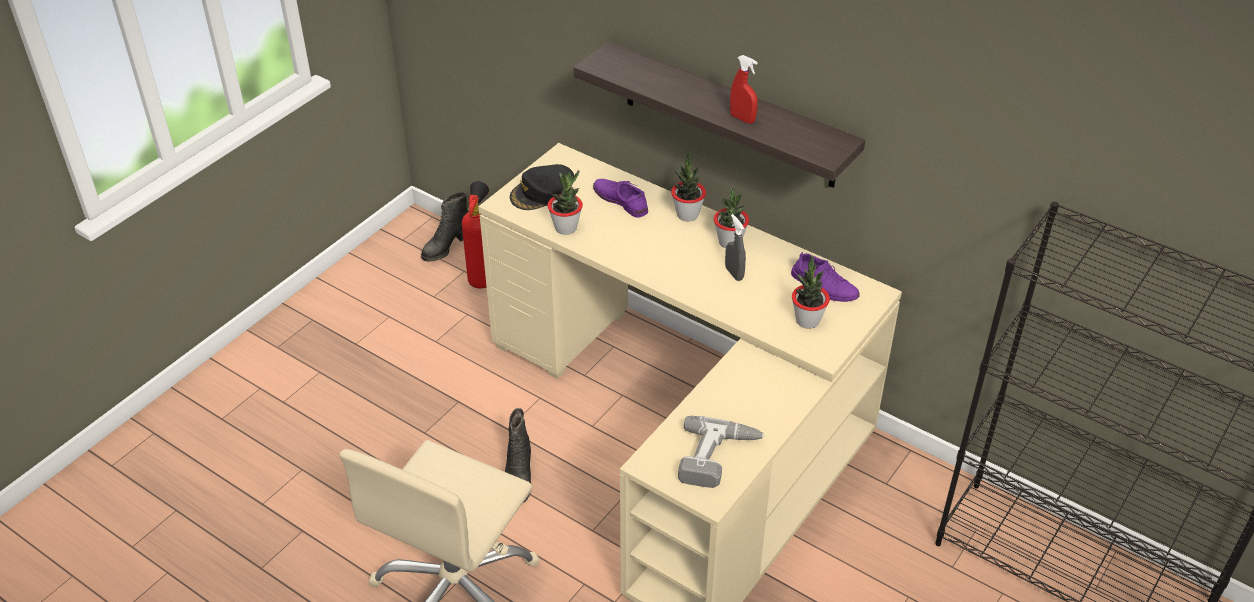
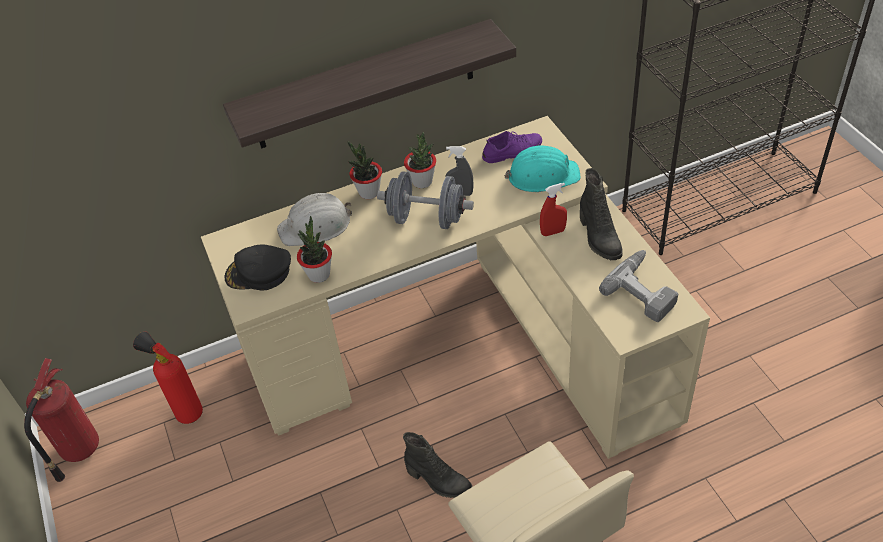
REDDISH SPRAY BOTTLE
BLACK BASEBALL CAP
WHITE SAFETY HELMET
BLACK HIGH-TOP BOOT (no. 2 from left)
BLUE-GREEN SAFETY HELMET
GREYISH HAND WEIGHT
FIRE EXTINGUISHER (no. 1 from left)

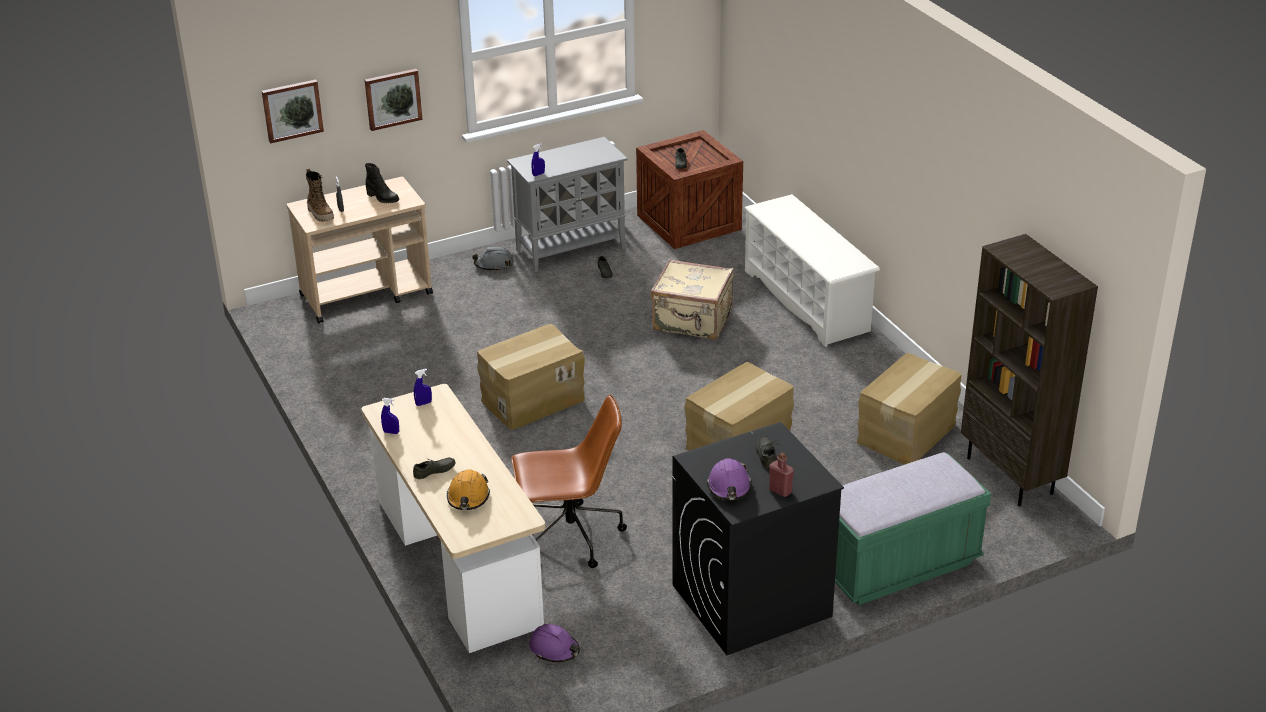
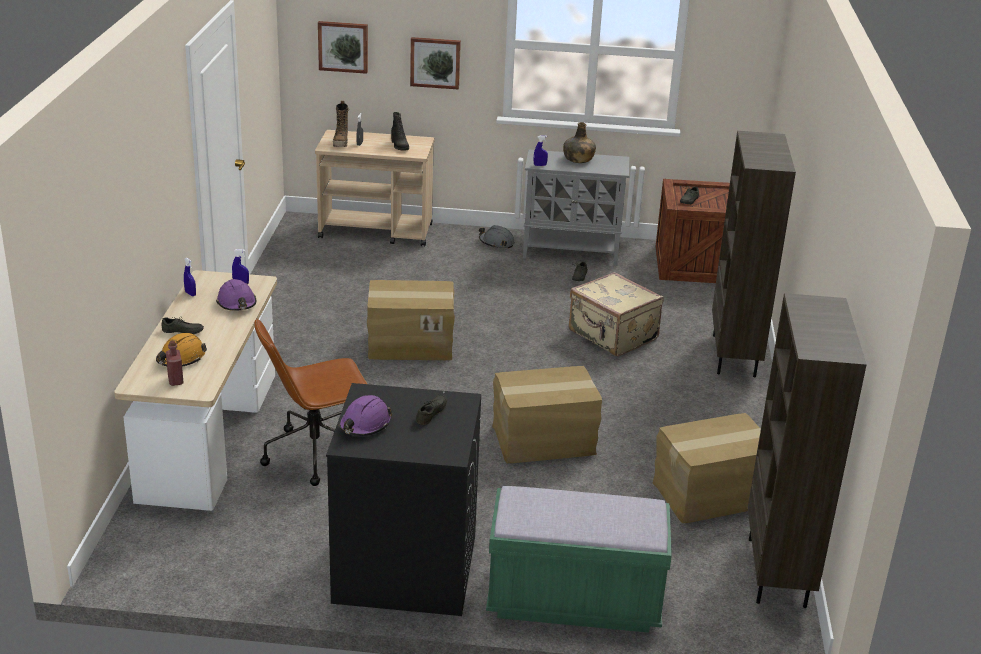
BROWNISH BOOKCASE (no. 1 from left)
BROWNISH COMPUTER CHAIR
REDDISH BOTTLE
PURPLE-COLOURED SAFETY HELMET (no. 1 from left)
GREENISH BOTTLE

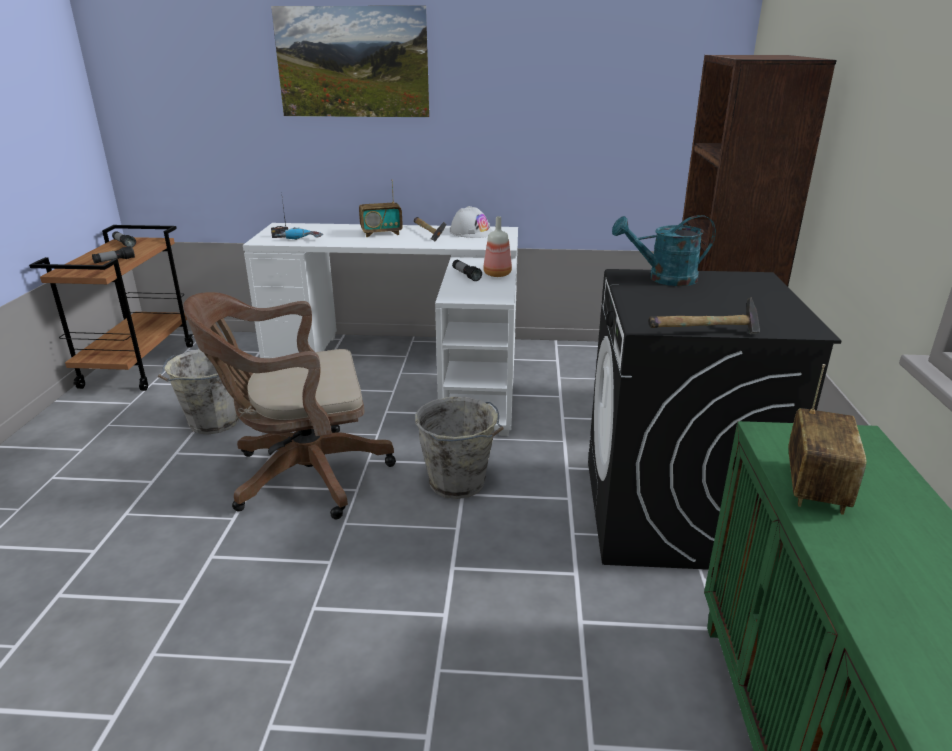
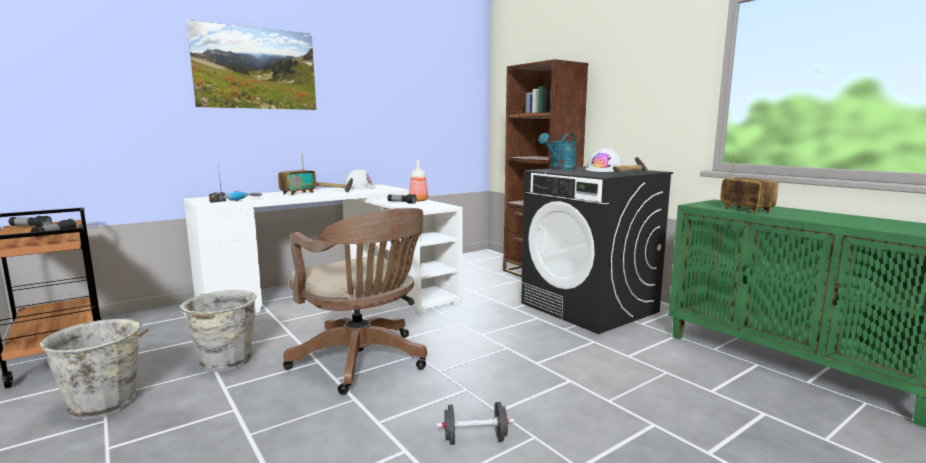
BROWNISH COMPUTER CHAIR
GREYISH WATER BUCKET (no. 1 from left)
WHITE SAFETY HELMET (no. 2 from left)
BLACK HAND WEIGHT

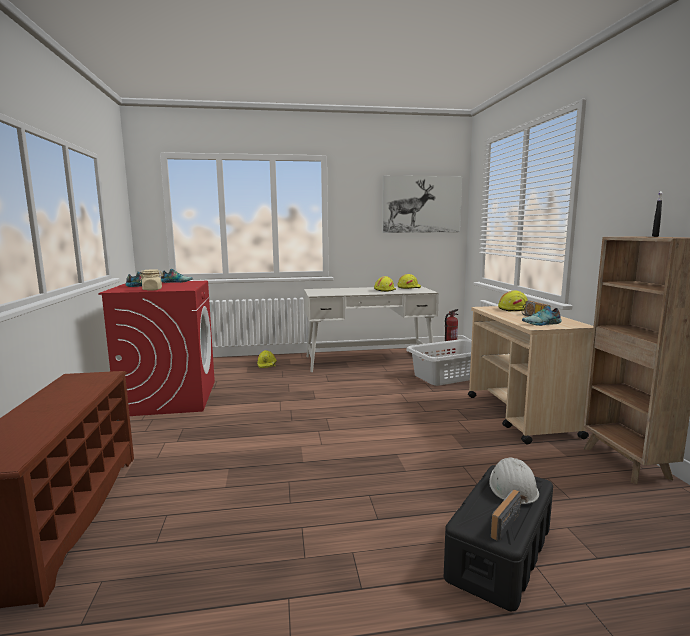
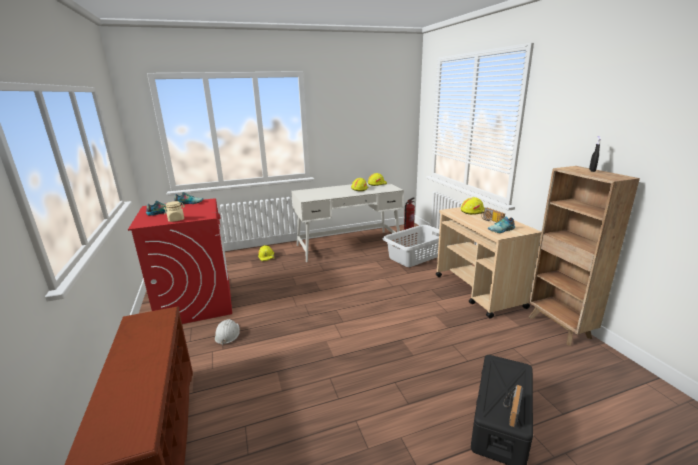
PICTURE
WHITE SAFETY HELMET

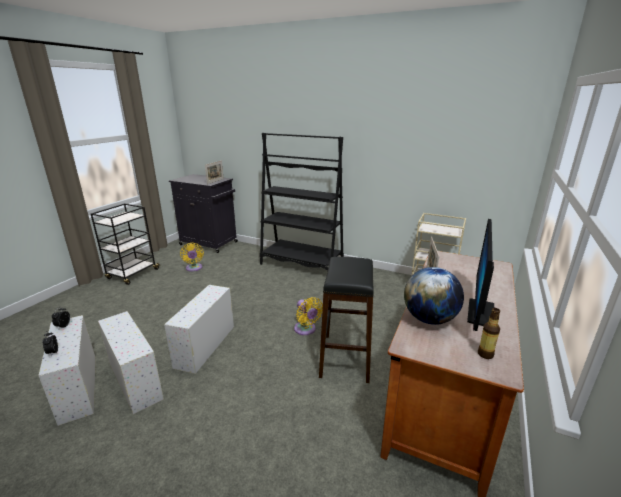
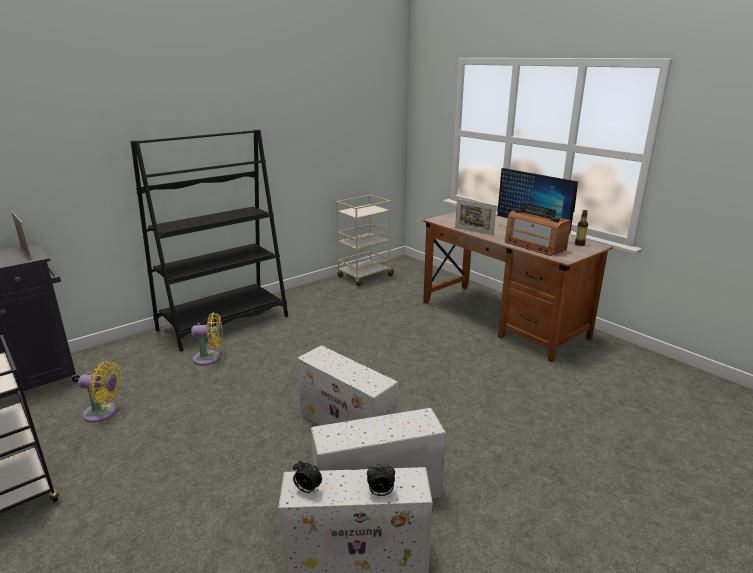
BLACK SITTING STOOL
RADIO
YELLOWISH ELECTRIC FAN (no. 2 from left)

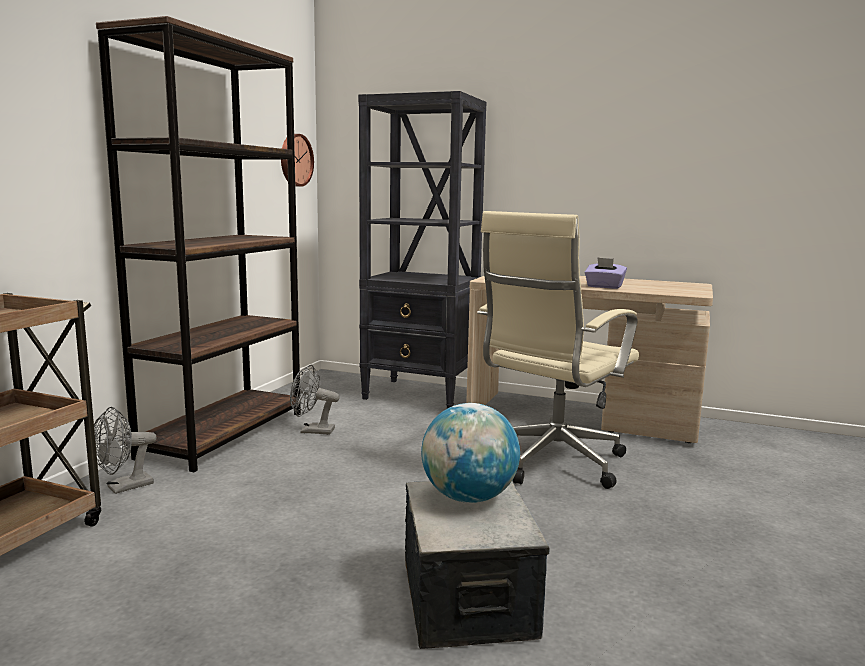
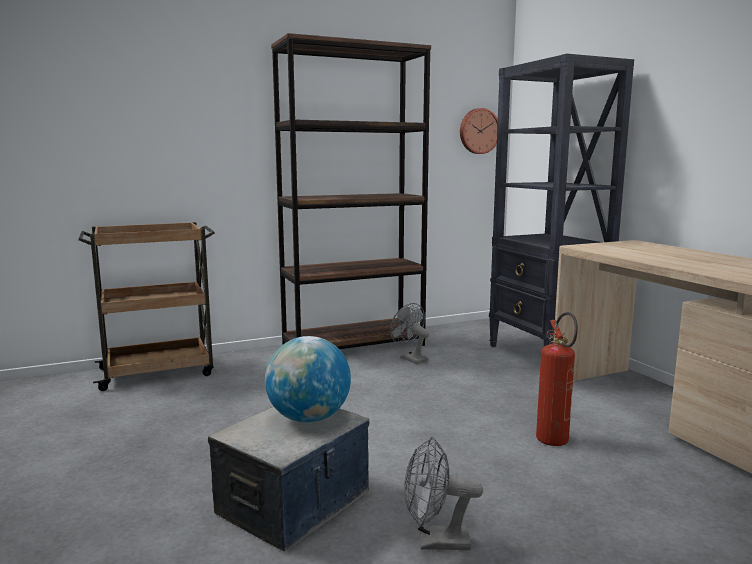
FIRE EXTINGUISHER
PURPLE-COLOURED TISSUE BOX
GREYISH ELECTRIC FAN (no. 2 from left)

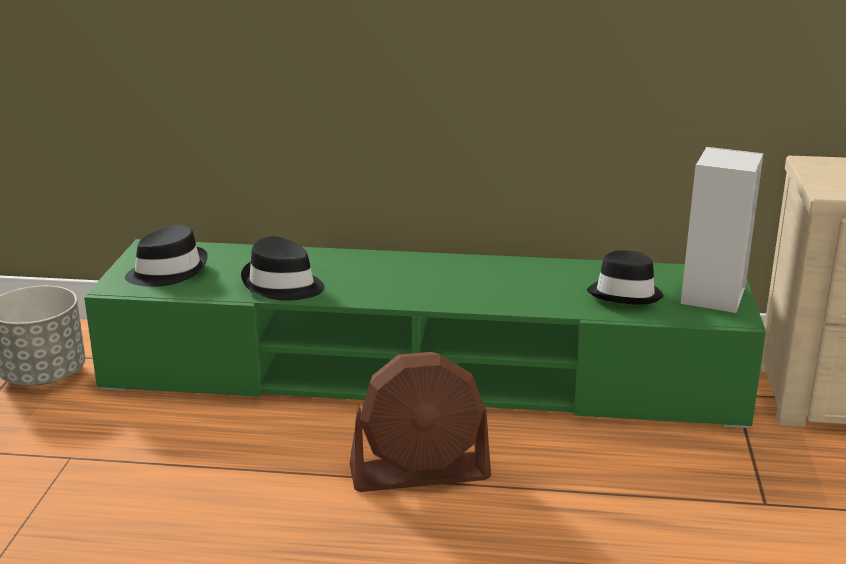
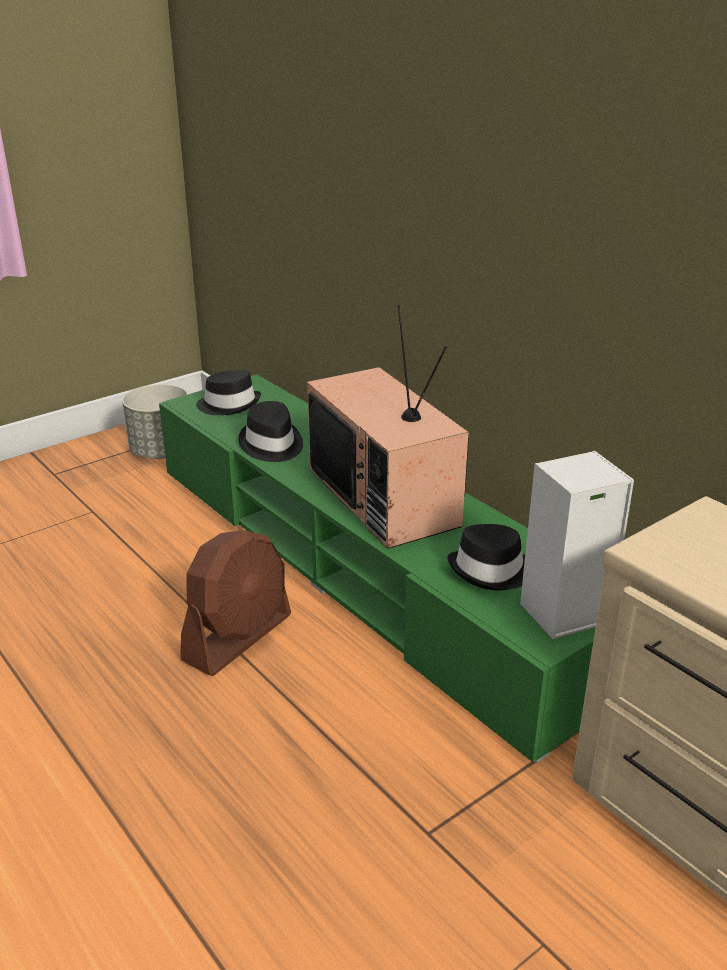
BROWNISH ELECTRIC FAN
TV SET

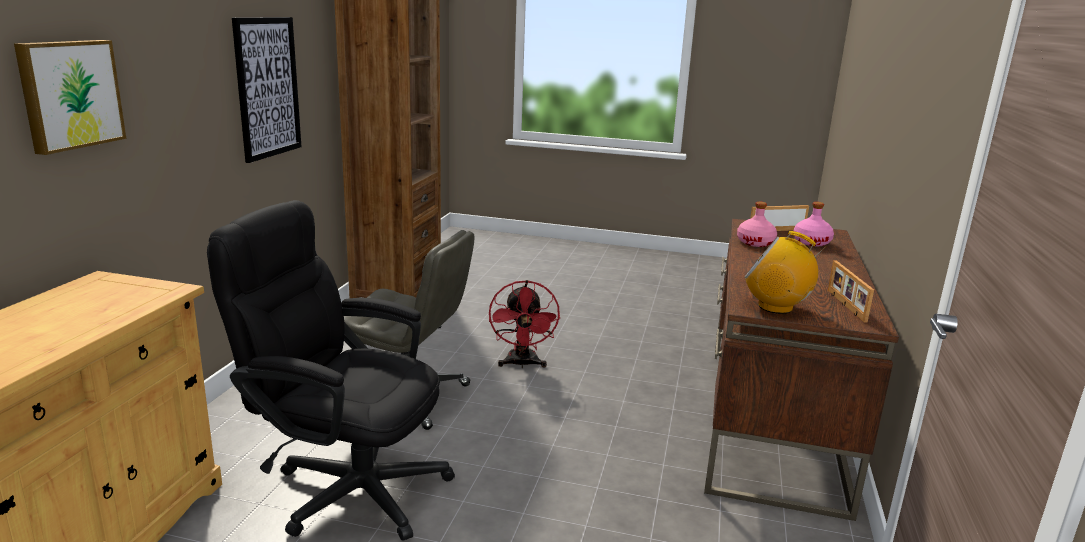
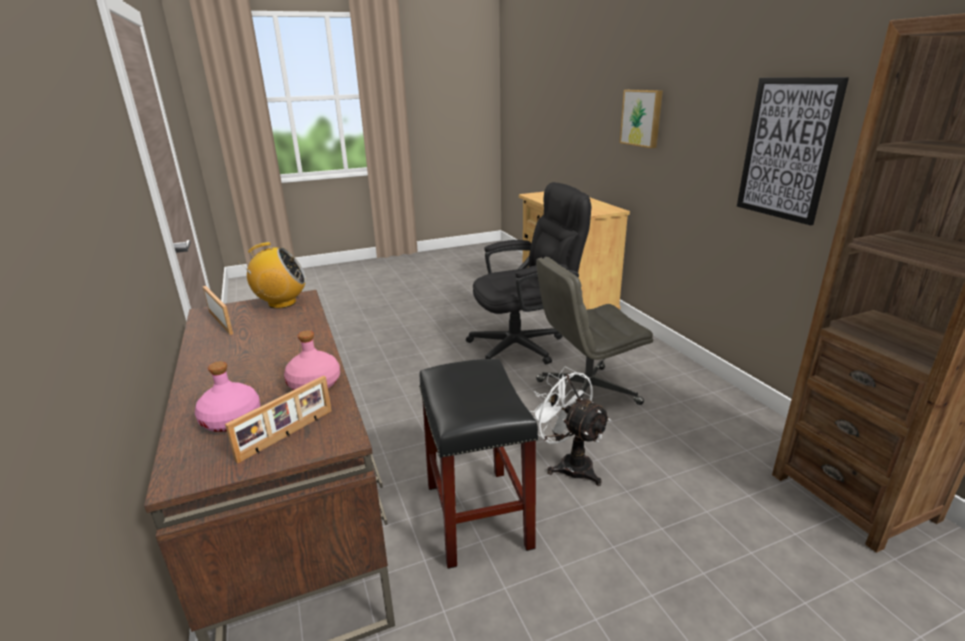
WHITE ELECTRIC FAN
BLACK SITTING STOOL

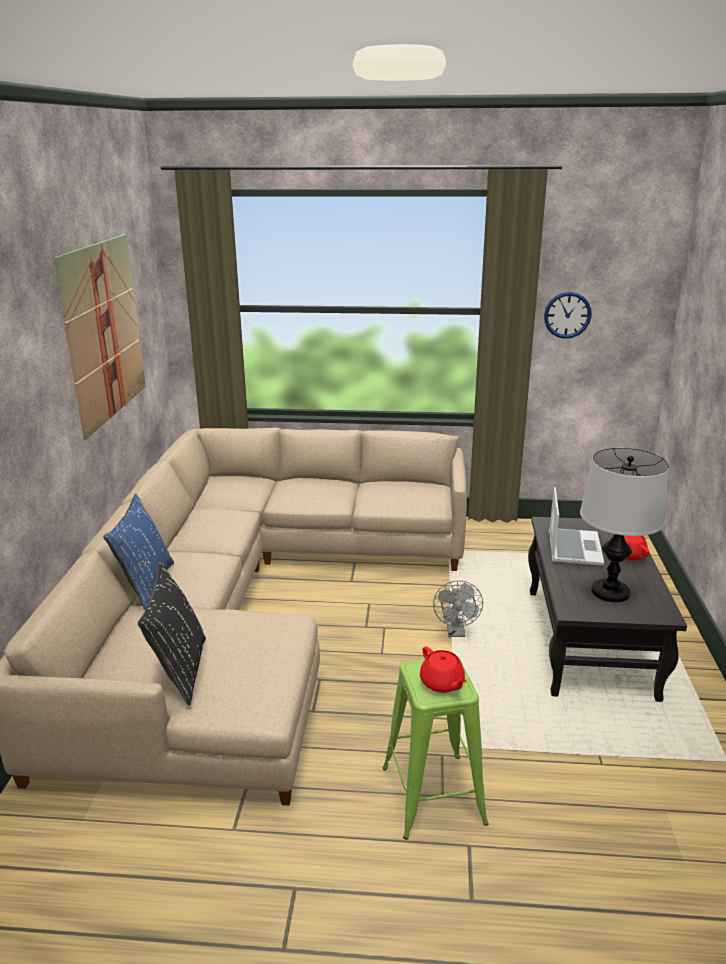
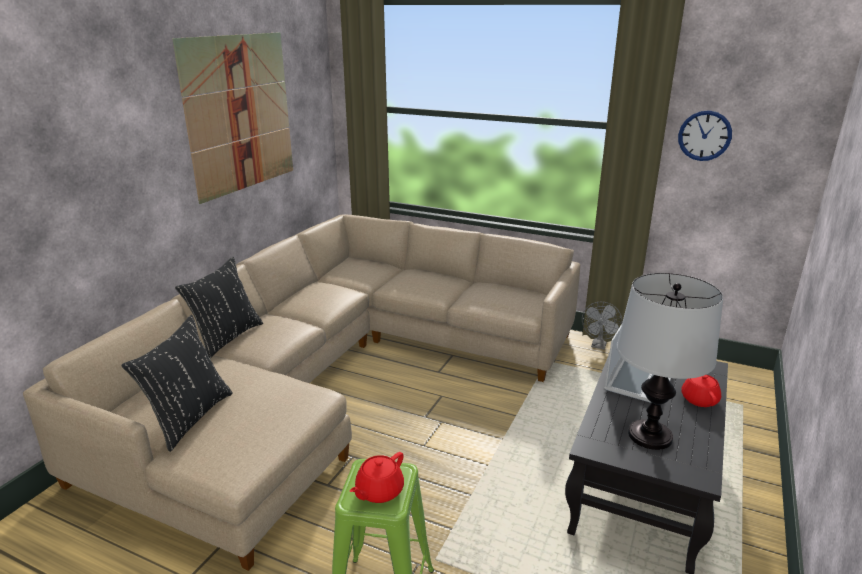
BLACK THROW PILLOW (no. 2 from left)
GREYISH ELECTRIC FAN
REDDISH TEAPOT (no. 1 from left)

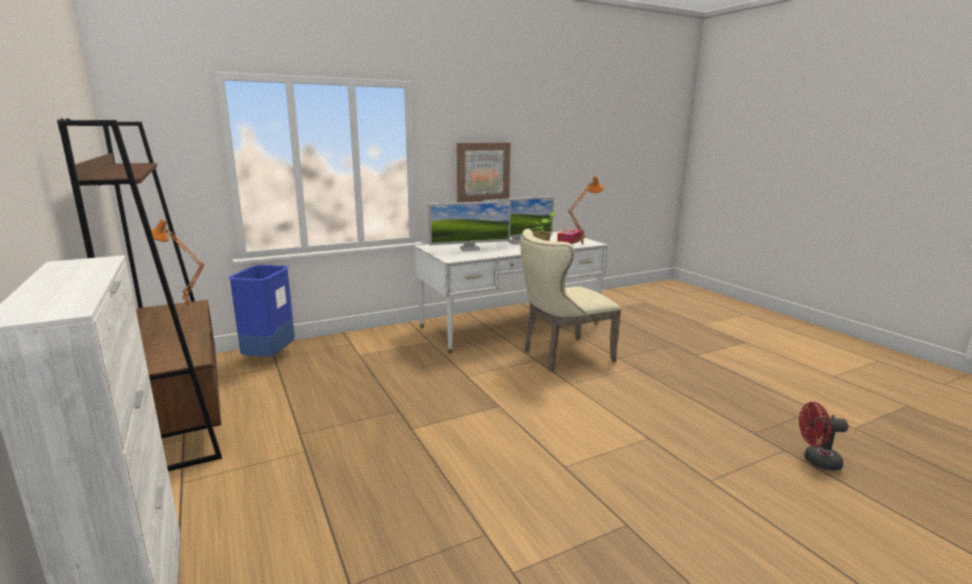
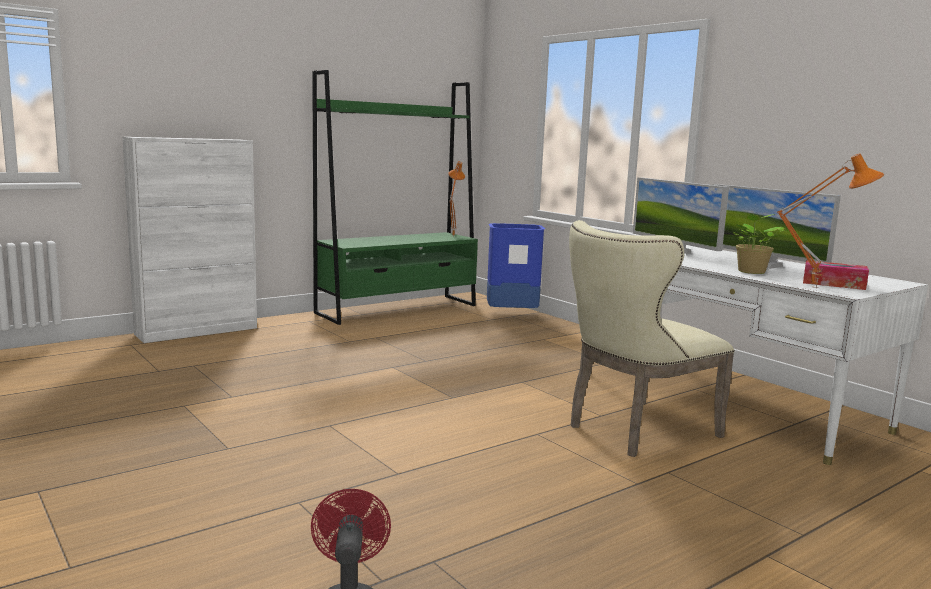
GREENISH BOOKCASE
PICTURE
BEIGE PLAIN CHAIR

